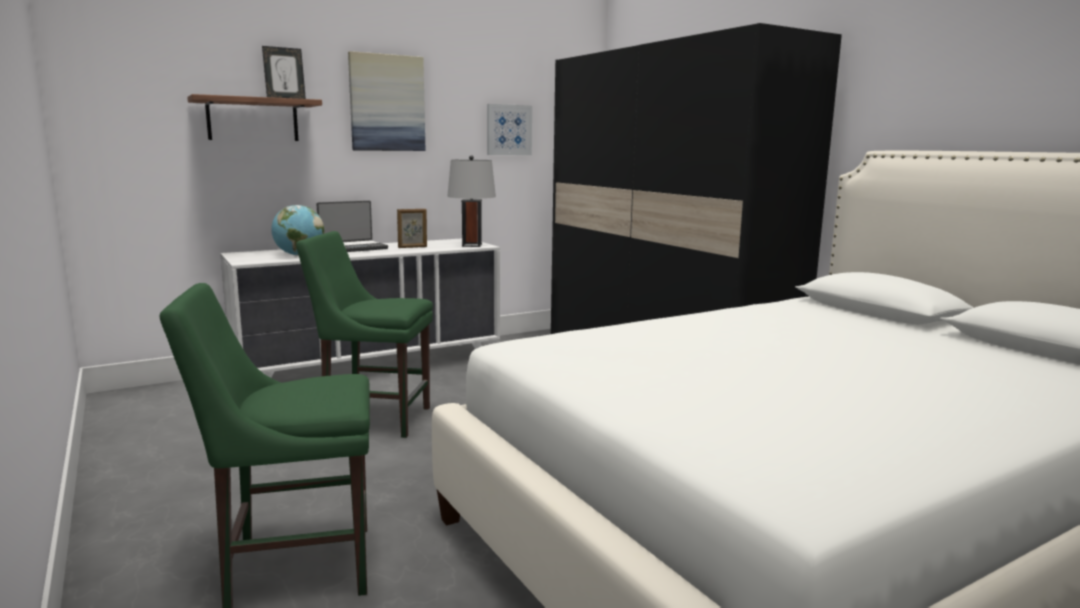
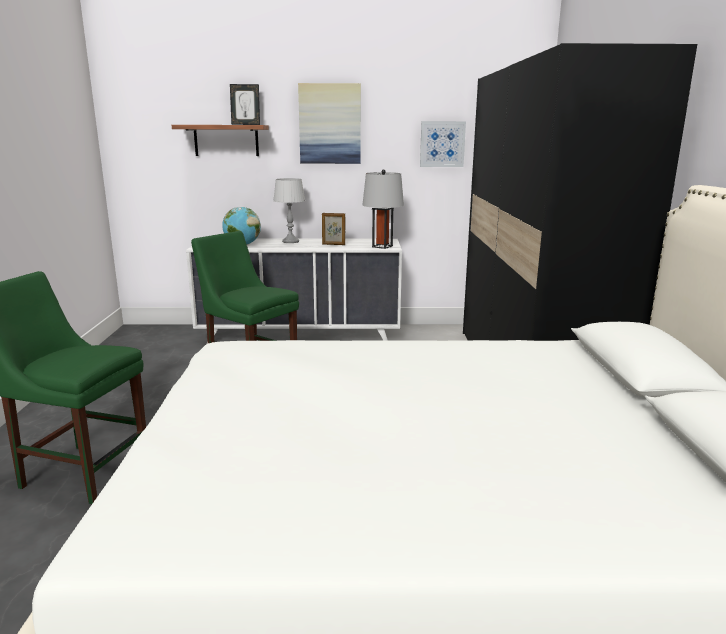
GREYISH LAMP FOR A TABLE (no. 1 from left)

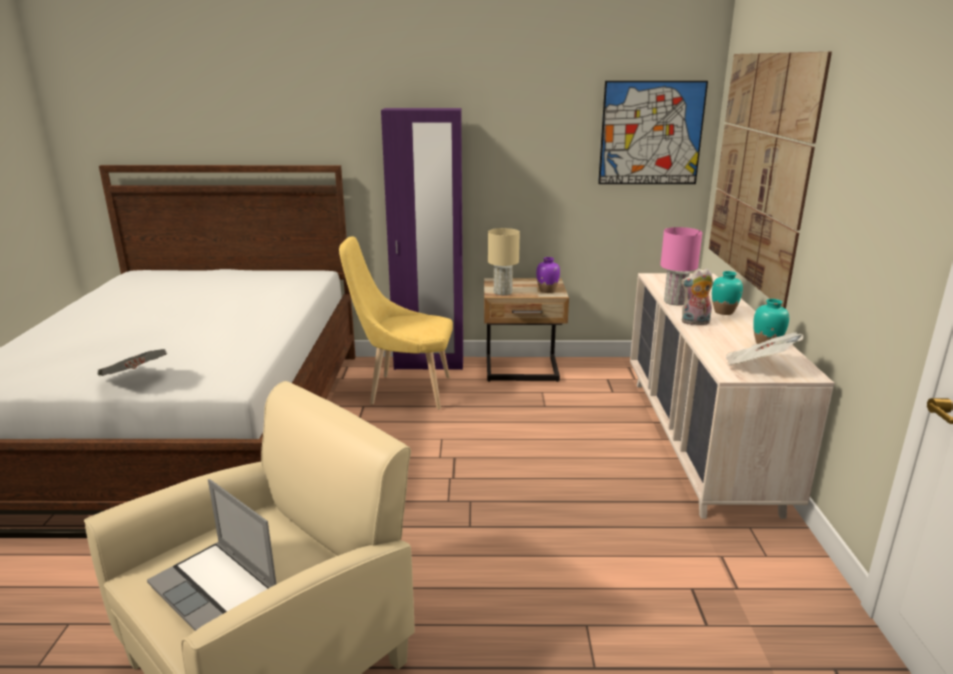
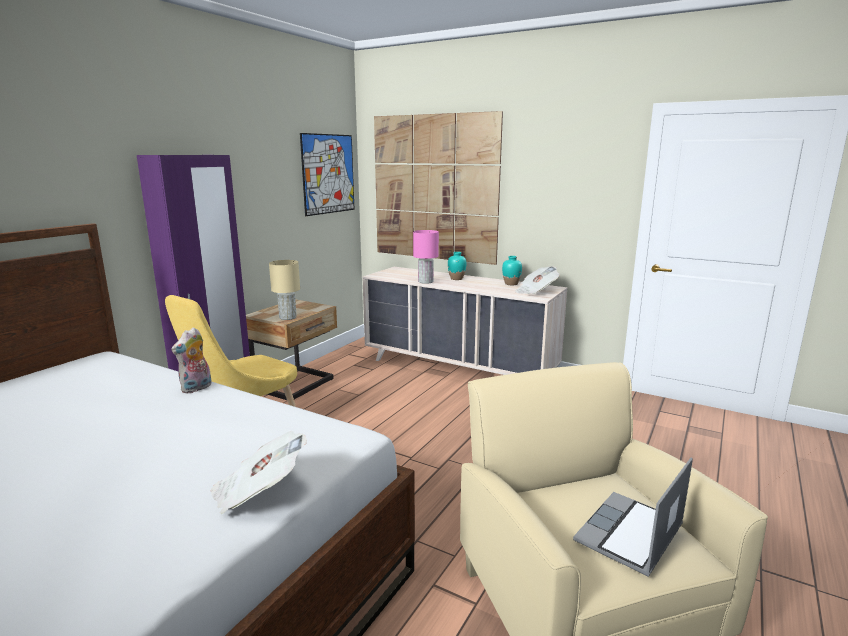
PURPLE-COLOURED FLOWER VASE
PLUSH TOY
LAPTOP

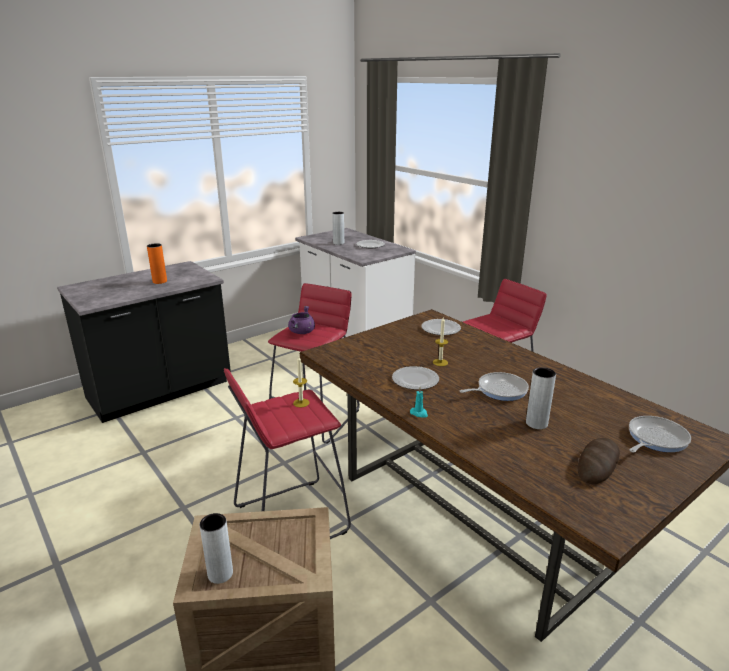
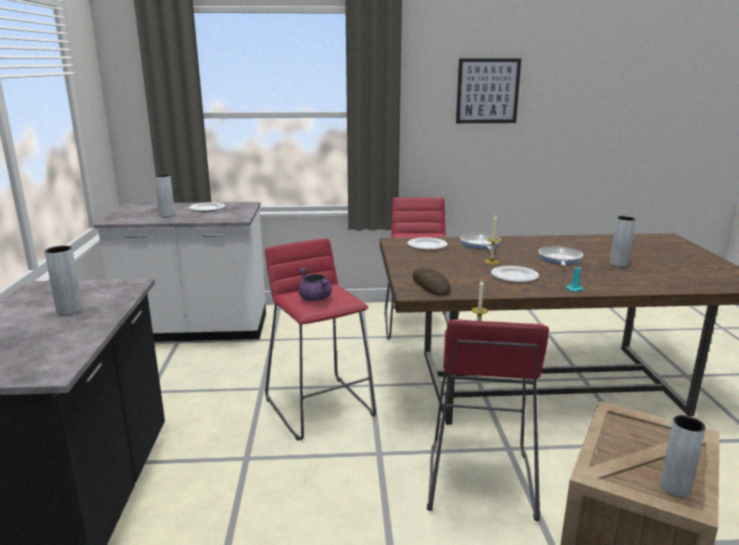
GREYISH FLOWER VASE (no. 1 from left)
FRYING PAN (no. 1 from left)
BAKED BREAD
PICTURE

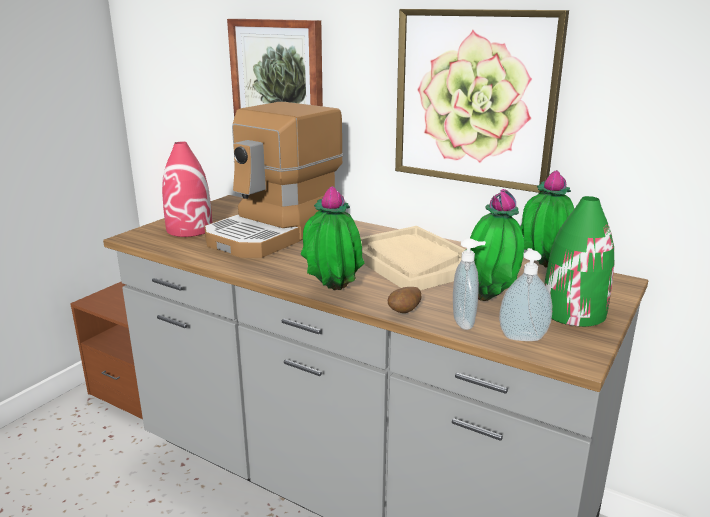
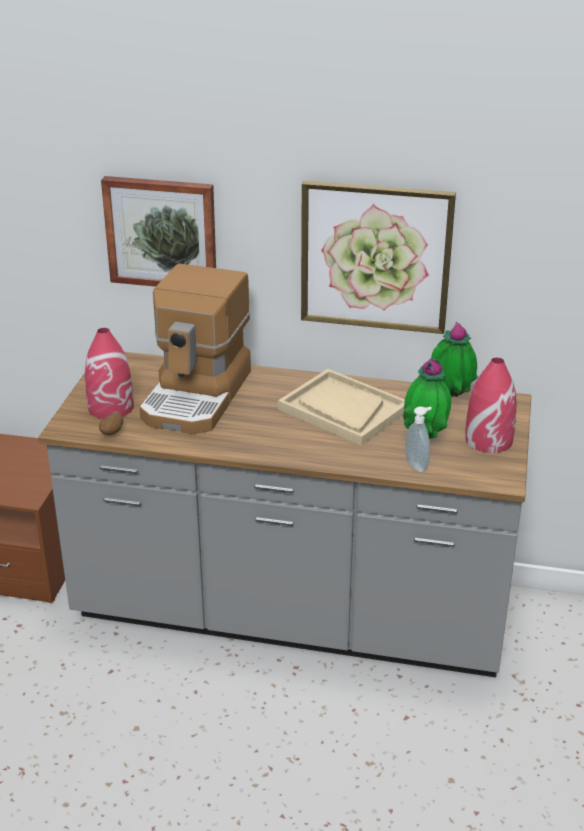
PLANT IN A POT (no. 1 from left in the first image)
REDDISH FLOWER VASE (no. 2 from left)
LIQUID SOAP BOTTLE (no. 2 from left in the first image)
WHOLE POTATO

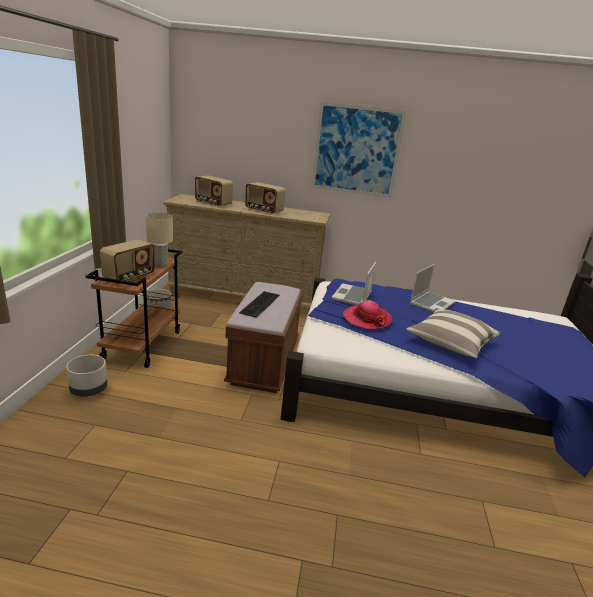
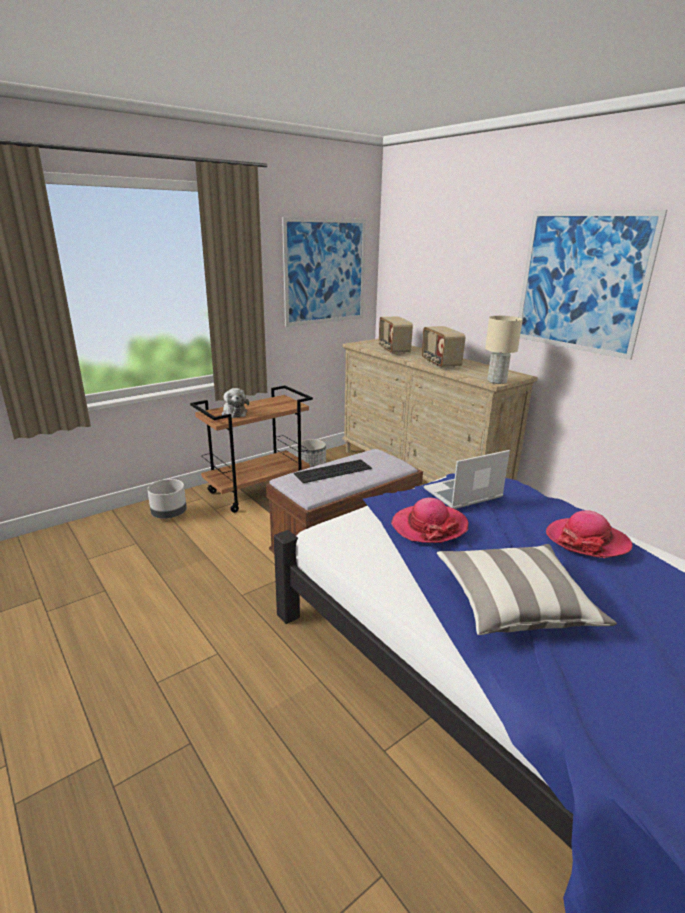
BEIGE LAMP FOR A TABLE
PLUSH TOY
CLOTHING HAT (no. 2 from left)
PICTURE (no. 1 from left)

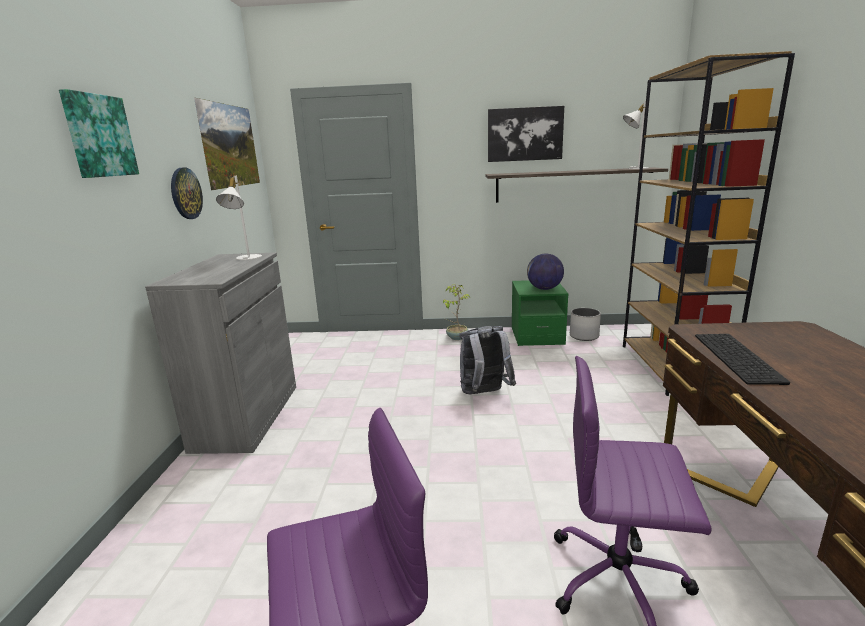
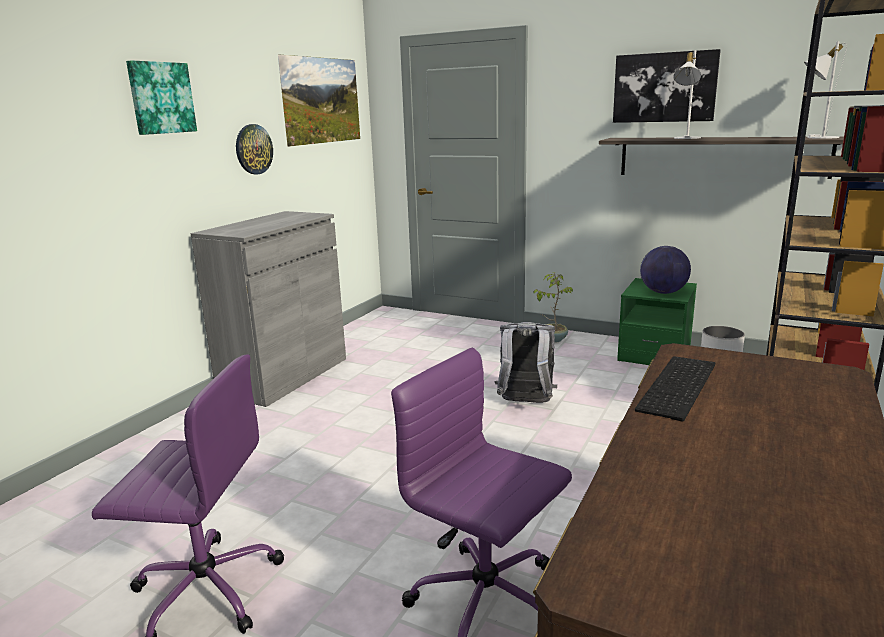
WHITE LAMP FOR A TABLE (no. 1 from left)

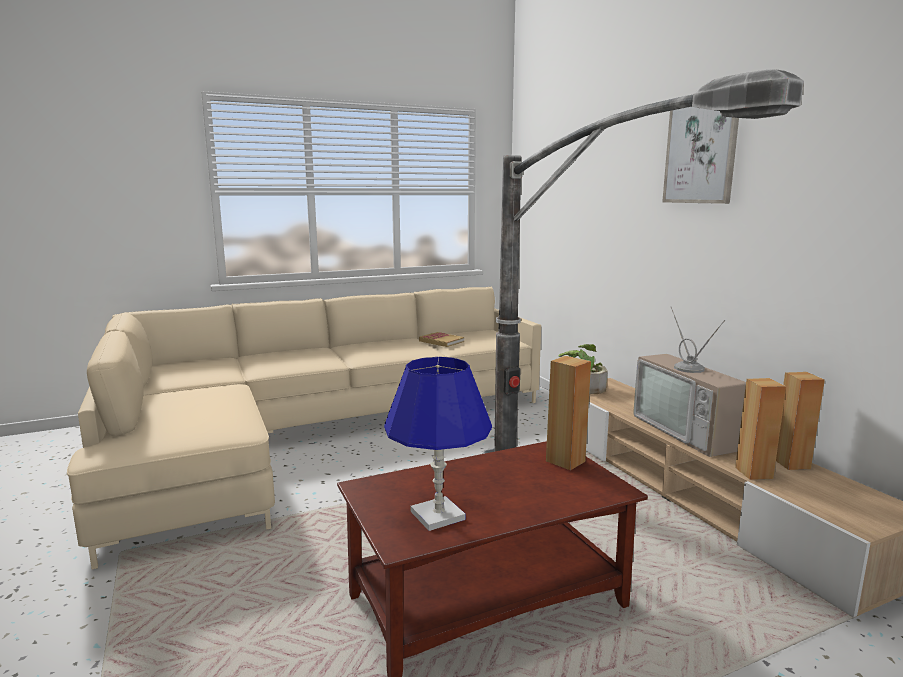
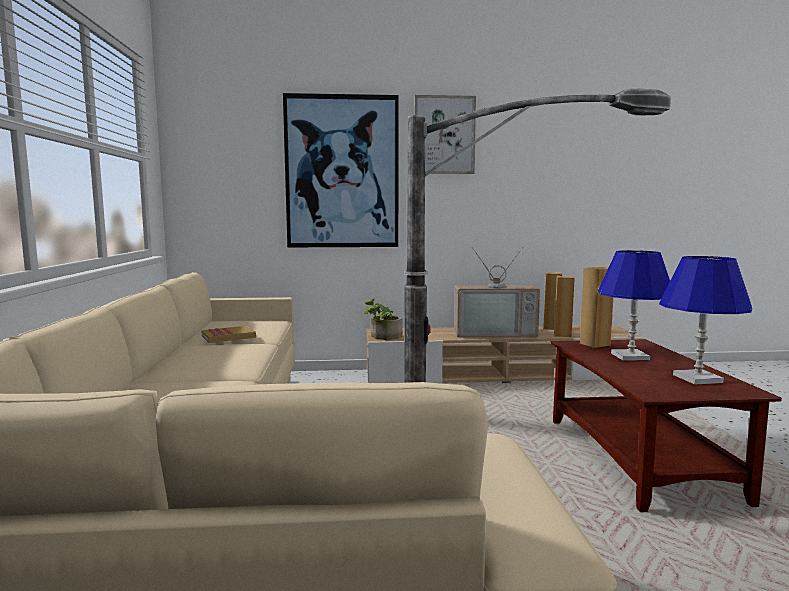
PICTURE (no. 1 from left)
BLUE-COLOURED LAMP FOR A TABLE (no. 1 from left)

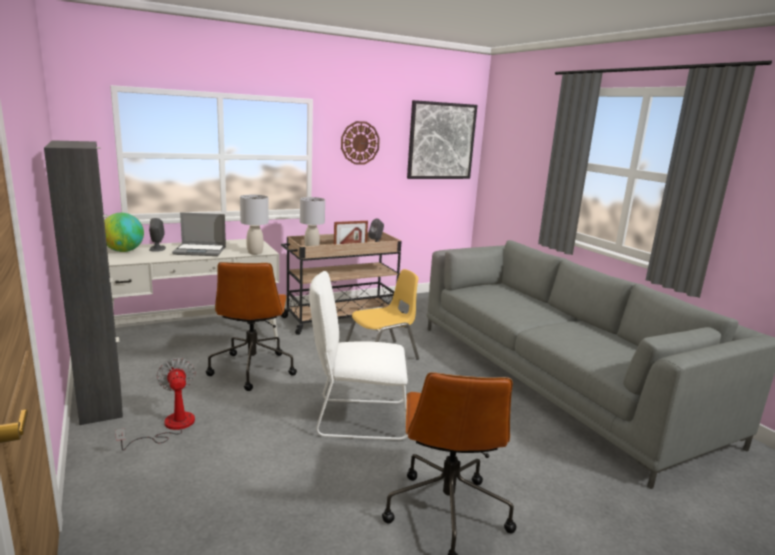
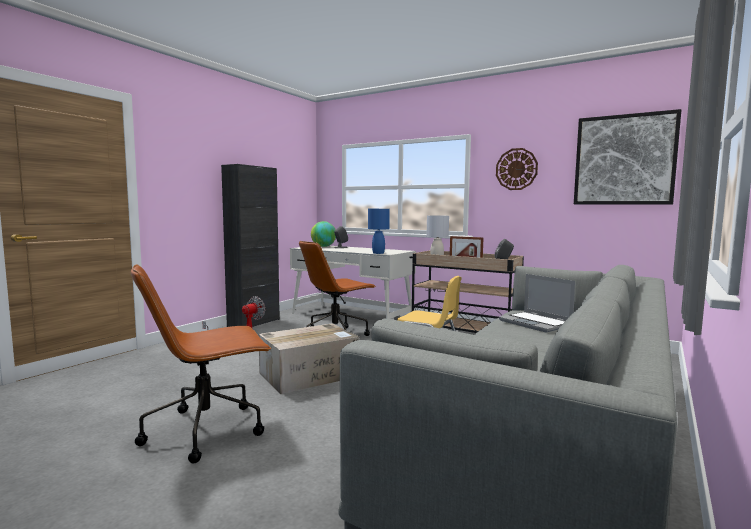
BLUE-COLOURED LAMP FOR A TABLE
LAPTOP
PACKING BOX

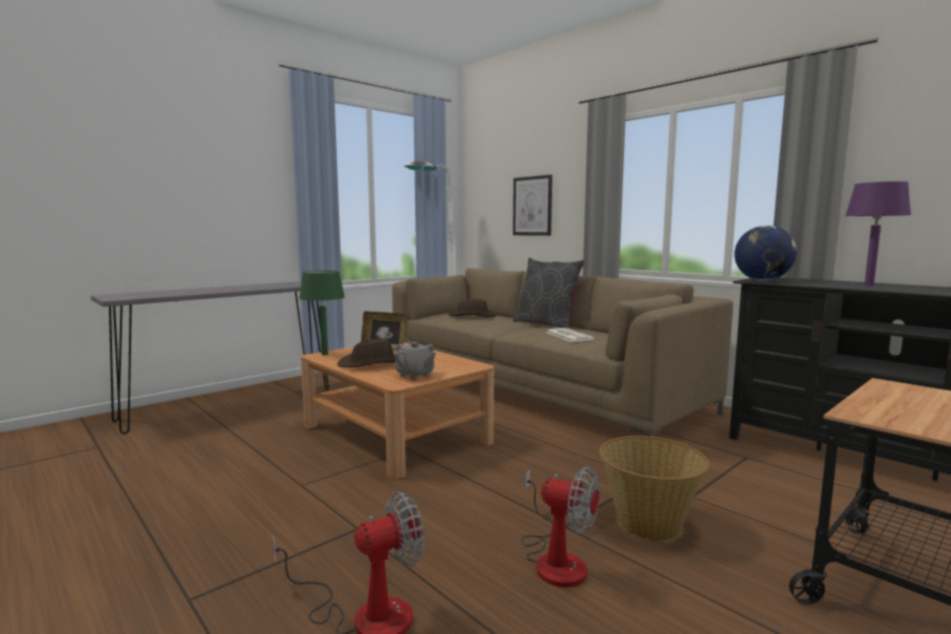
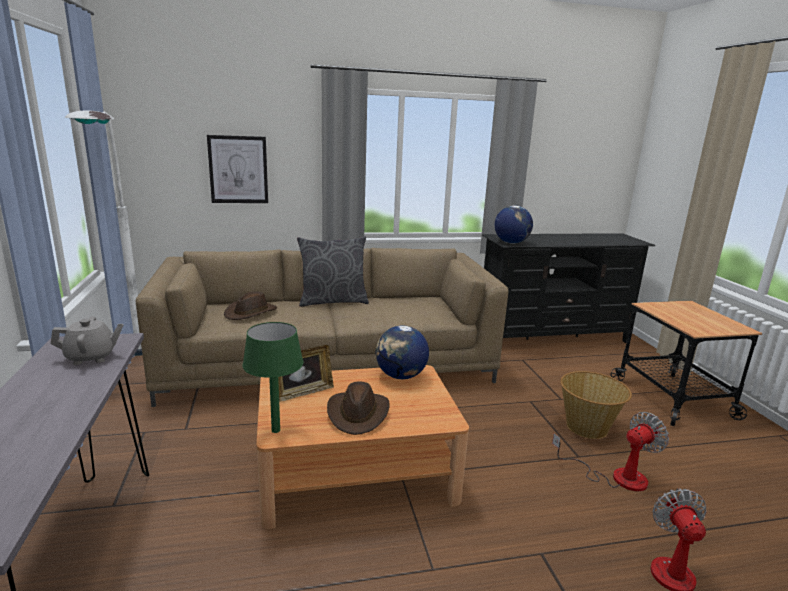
PURPLE-COLOURED LAMP FOR A TABLE
PRINTED PAPER
GREYISH TEAPOT
DESK GLOBE (no. 1 from left)

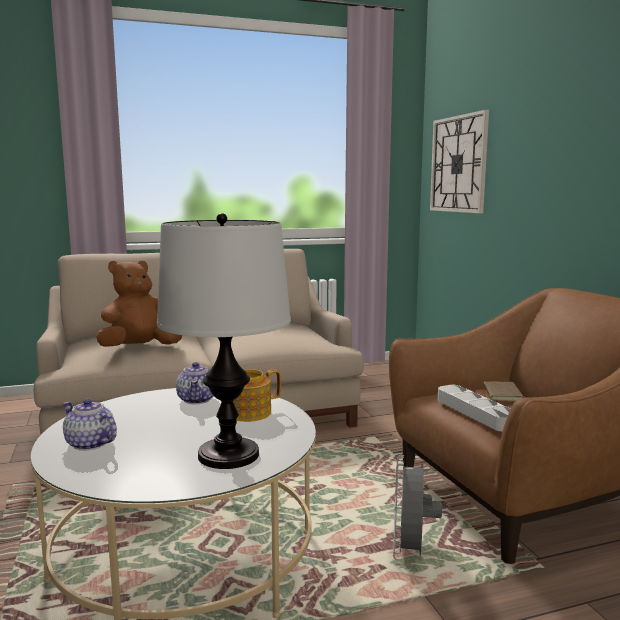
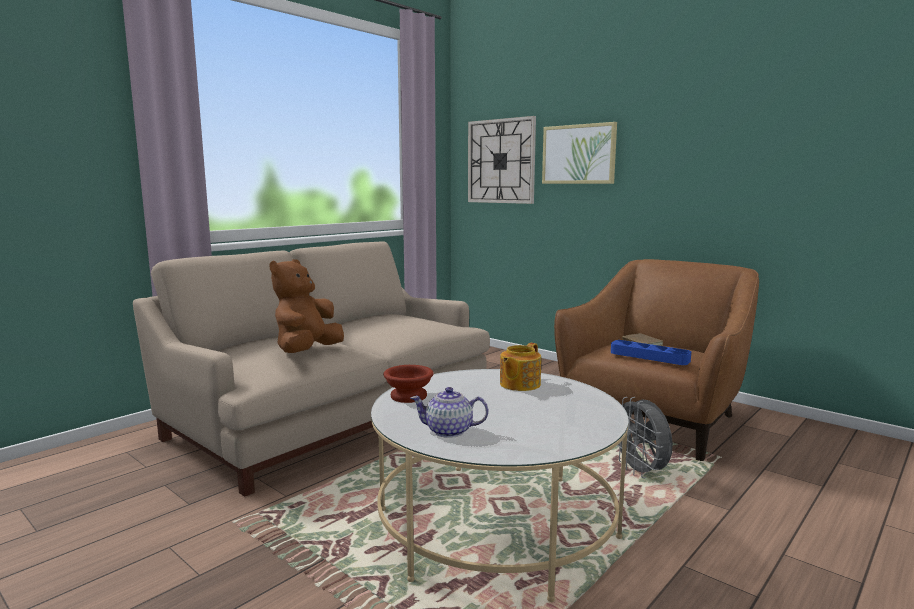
LAMP FOR A TABLE
TEAPOT (no. 2 from left in the first image)
BLUE-COLOURED CARRYING TRAY
PICTURE
BROWNISH BOWL

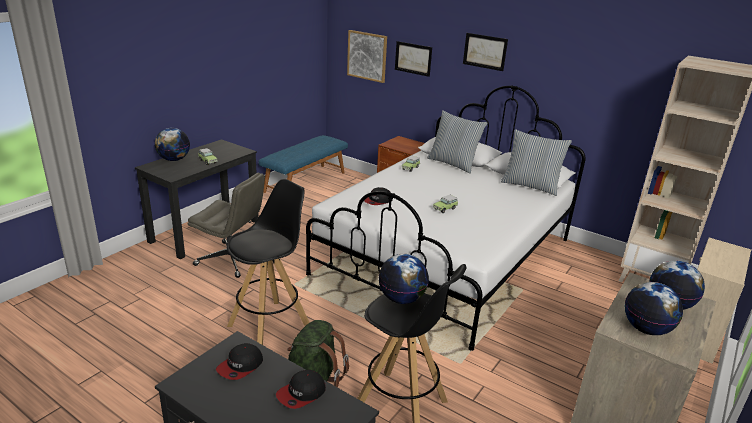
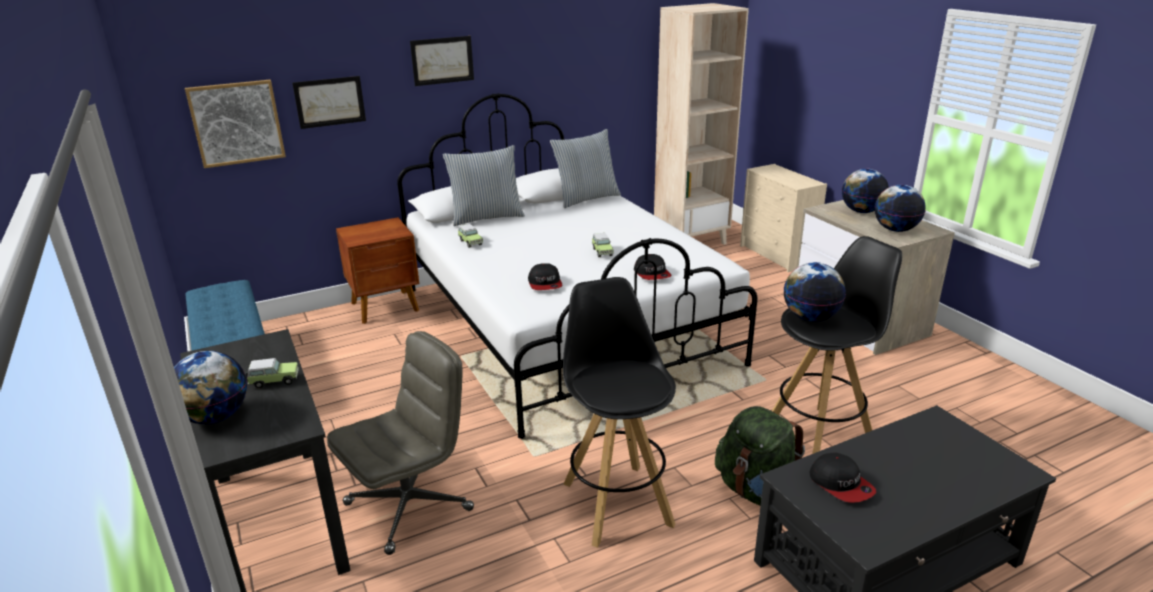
BASEBALL CAP (no. 2 from left)

